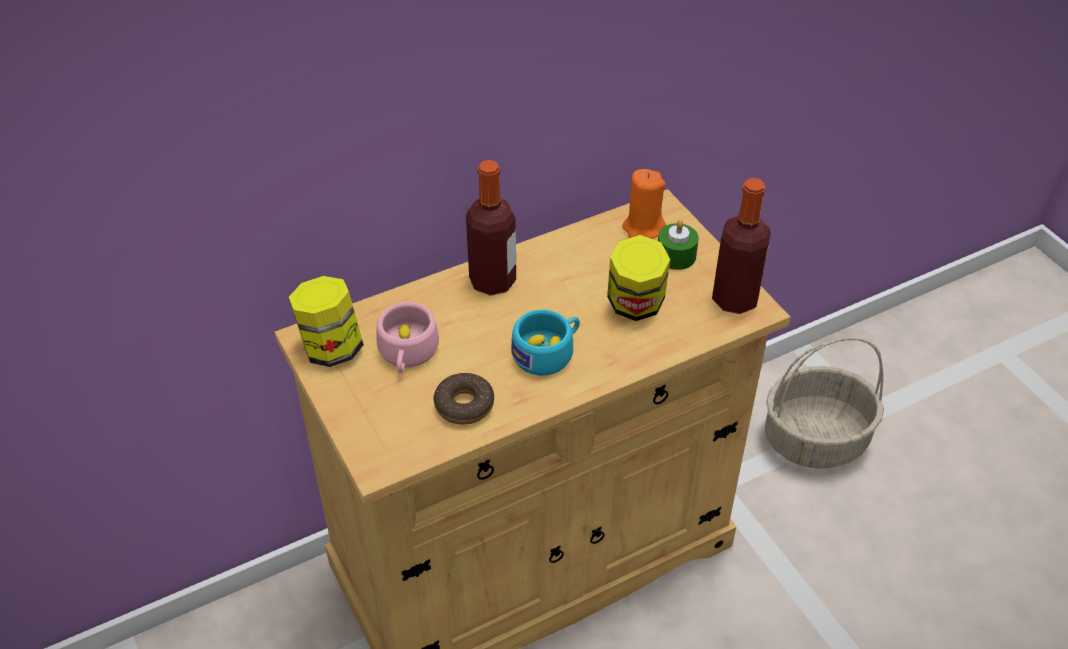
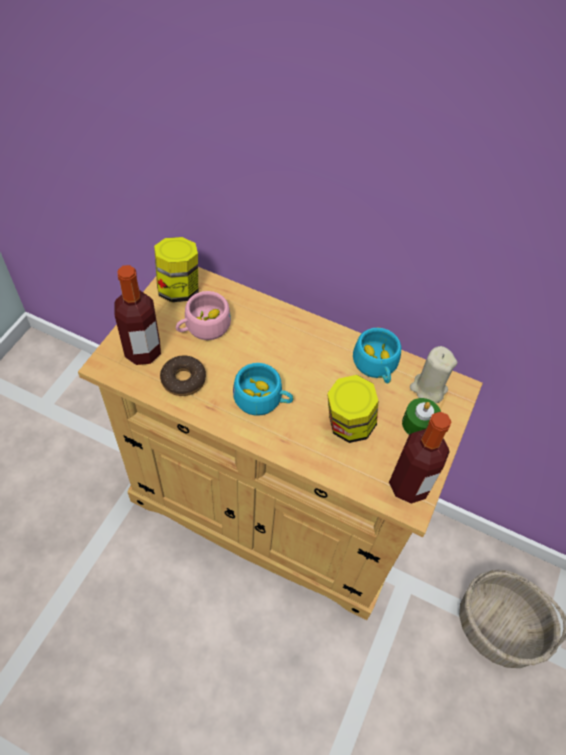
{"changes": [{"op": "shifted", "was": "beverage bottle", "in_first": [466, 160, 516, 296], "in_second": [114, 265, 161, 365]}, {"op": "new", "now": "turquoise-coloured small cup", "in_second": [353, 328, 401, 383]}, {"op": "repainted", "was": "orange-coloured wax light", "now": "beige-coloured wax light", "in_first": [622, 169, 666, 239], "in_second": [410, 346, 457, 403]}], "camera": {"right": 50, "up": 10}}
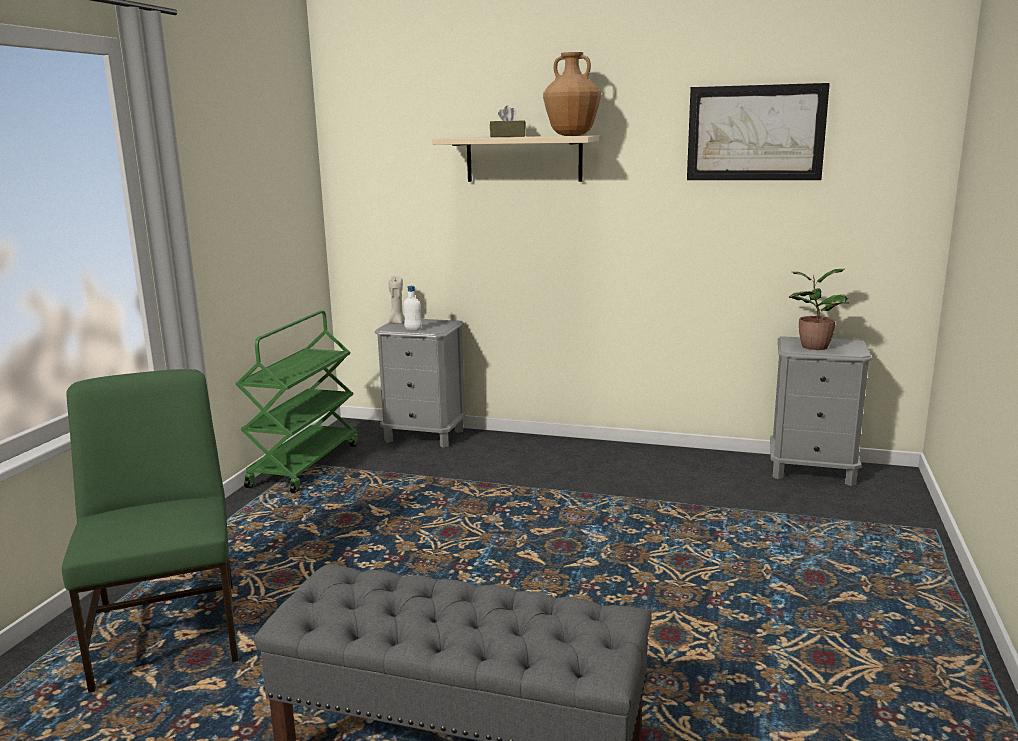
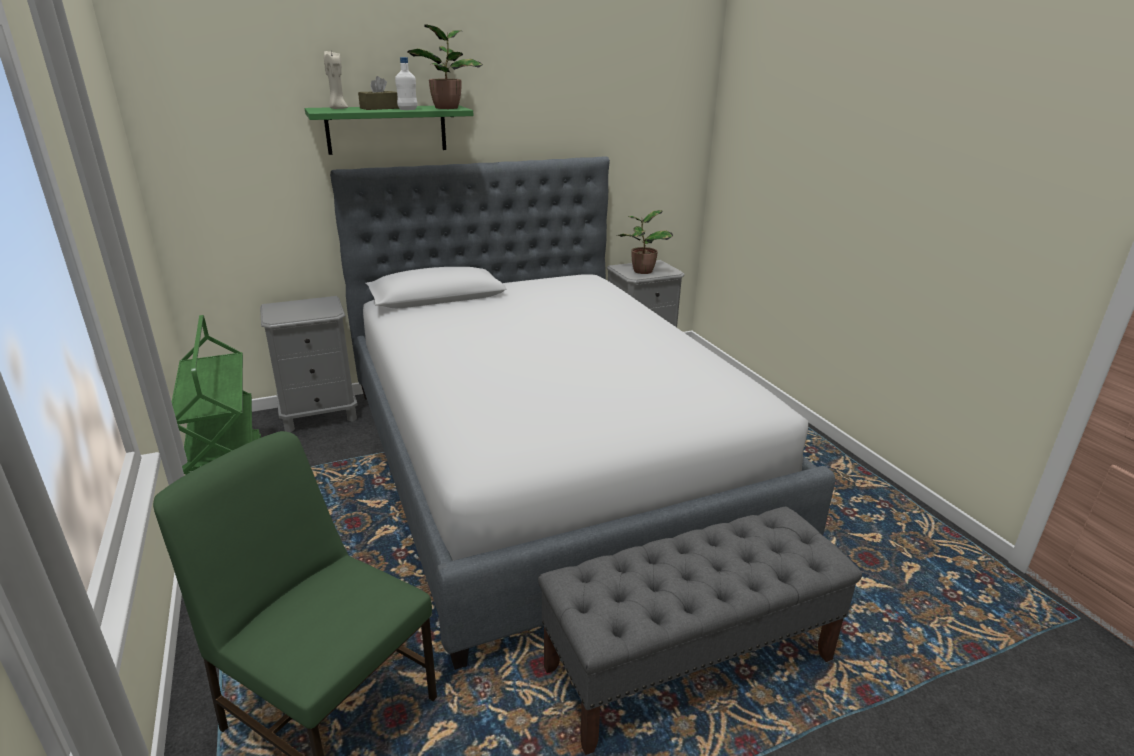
{"changes": [{"op": "repainted", "was": "beige-coloured bracket shelf", "now": "green-coloured bracket shelf", "in_first": [432, 135, 599, 182], "in_second": [305, 105, 473, 155]}, {"op": "shifted", "was": "beige-coloured wax light", "in_first": [389, 276, 405, 324], "in_second": [324, 51, 348, 109]}, {"op": "new", "now": "bedroom bed", "in_second": [330, 156, 835, 670]}, {"op": "shifted", "was": "white beverage bottle", "in_first": [403, 286, 422, 331], "in_second": [395, 57, 417, 110]}, {"op": "swapped", "was": "brown decorative vase", "now": "houseplant", "in_first": [543, 52, 601, 136], "in_second": [407, 24, 483, 109]}, {"op": "gone", "was": "picture", "in_first": [687, 83, 830, 180]}], "camera": {"right": -40, "up": 10}}
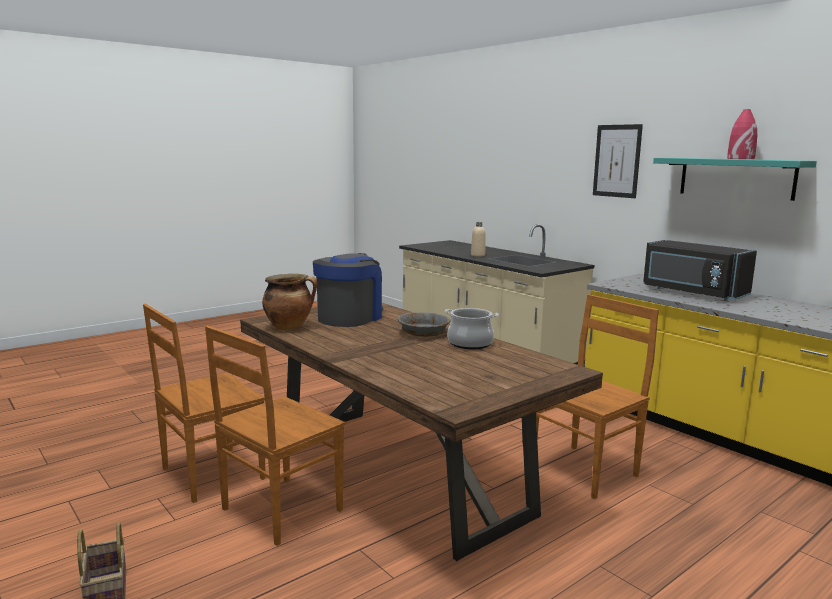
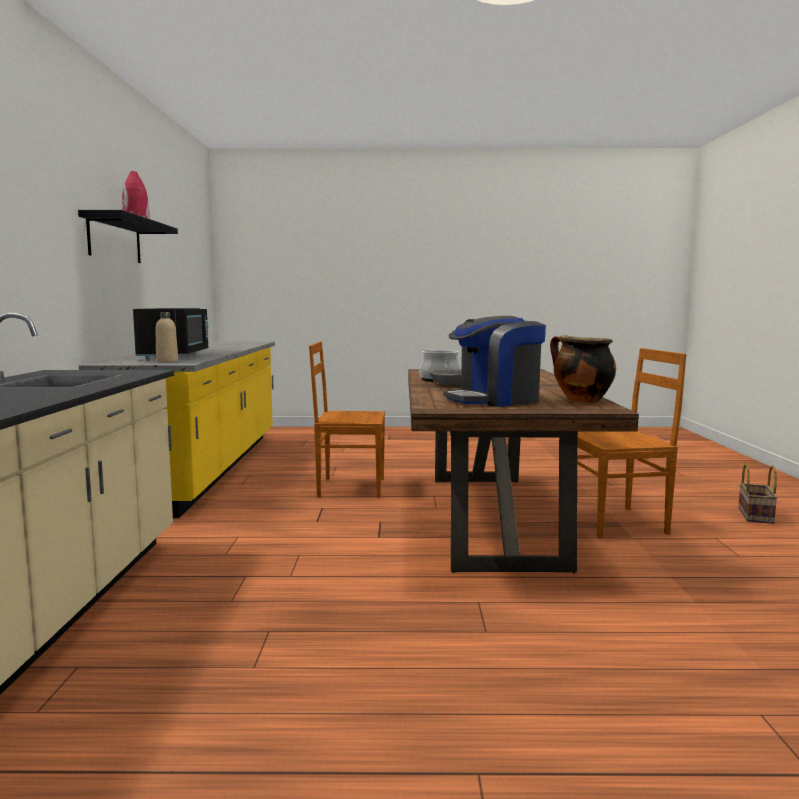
{"changes": [{"op": "repainted", "was": "turquoise-coloured bracket shelf", "now": "black bracket shelf", "in_first": [653, 158, 817, 201], "in_second": [78, 210, 178, 263]}, {"op": "shifted", "was": "beige-coloured beverage bottle", "in_first": [471, 222, 485, 257], "in_second": [156, 312, 178, 362]}, {"op": "gone", "was": "brown chair", "in_first": [143, 304, 266, 503]}, {"op": "gone", "was": "picture", "in_first": [593, 124, 643, 198]}], "camera": {"right": -140, "up": -5}}
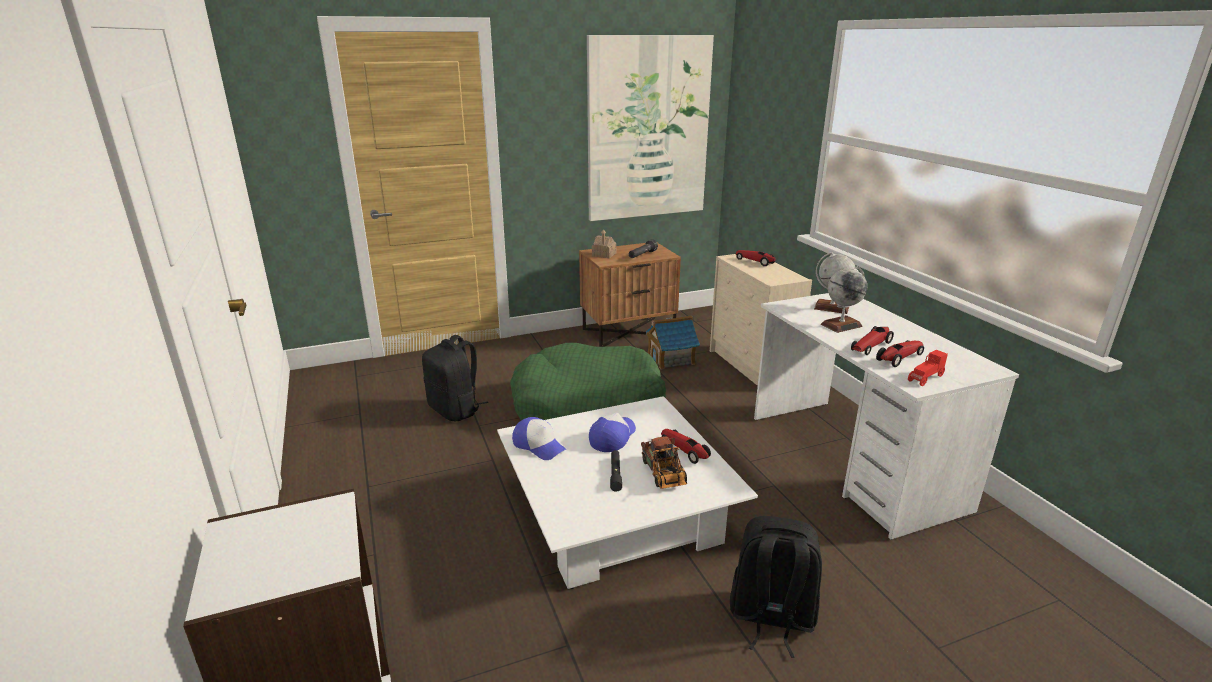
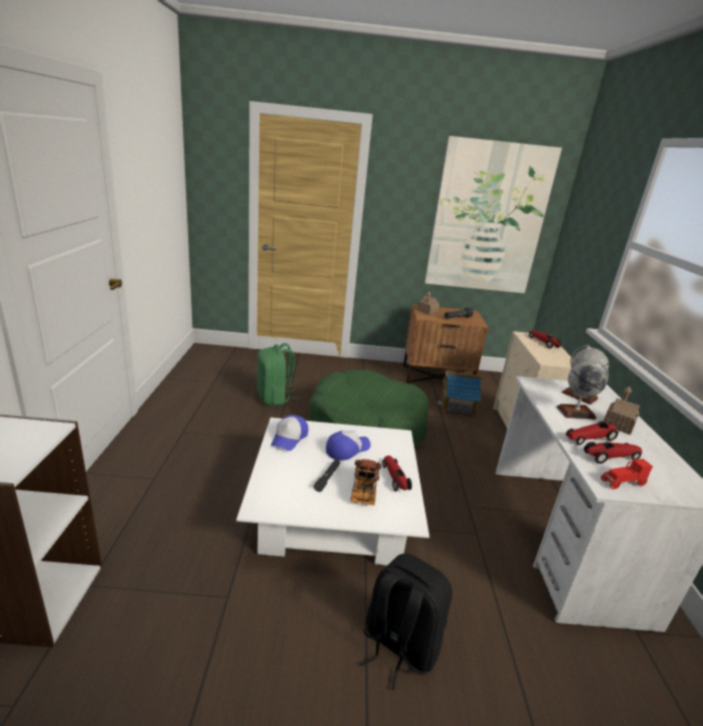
{"changes": [{"op": "repainted", "was": "black rucksack", "now": "green-coloured rucksack", "in_first": [422, 335, 488, 421], "in_second": [257, 343, 299, 406]}, {"op": "rotated", "was": "baseball cap", "in_first": [512, 417, 567, 460], "in_second": [271, 415, 308, 451], "clockwise": 45}, {"op": "new", "now": "miniature house", "in_second": [603, 386, 640, 435]}], "camera": {"right": 20, "up": 0}}
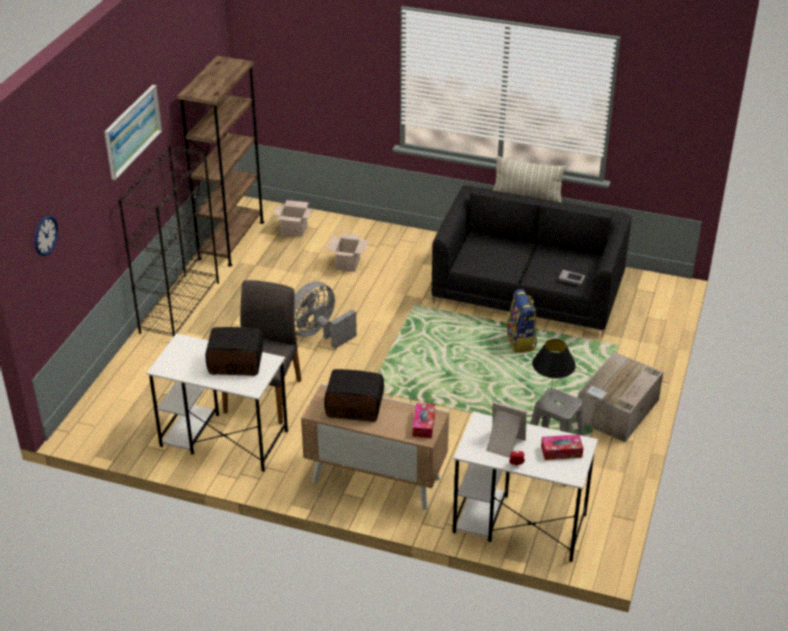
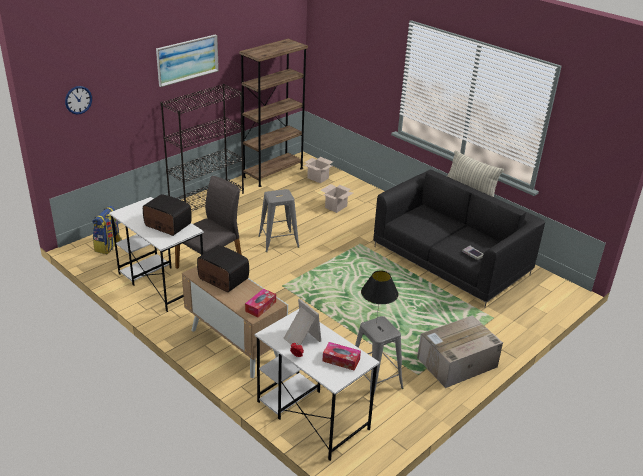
{"changes": [{"op": "shifted", "was": "rucksack", "in_first": [506, 289, 537, 353], "in_second": [92, 206, 122, 254]}, {"op": "swapped", "was": "grey cooling fan", "now": "grey stool seat", "in_first": [294, 281, 357, 349], "in_second": [258, 189, 299, 252]}], "camera": {"right": 25, "up": -5}}
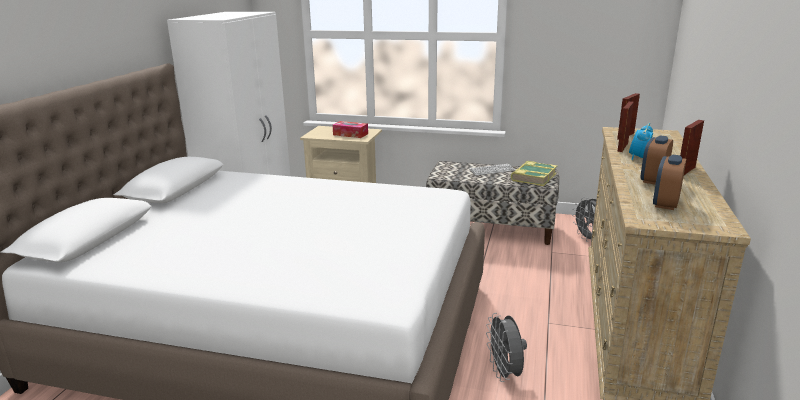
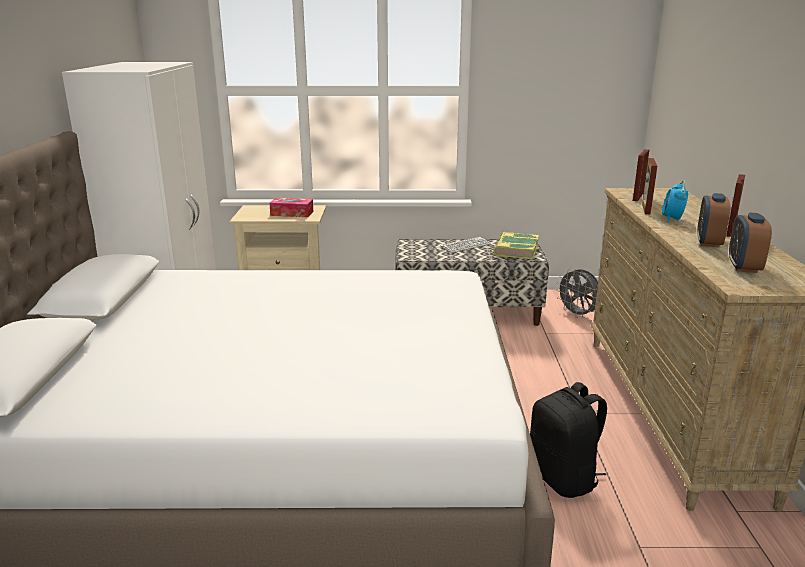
{"changes": [{"op": "swapped", "was": "grey cooling fan", "now": "black rucksack", "in_first": [486, 313, 527, 382], "in_second": [530, 382, 607, 498]}], "camera": {"right": -15, "up": 0}}
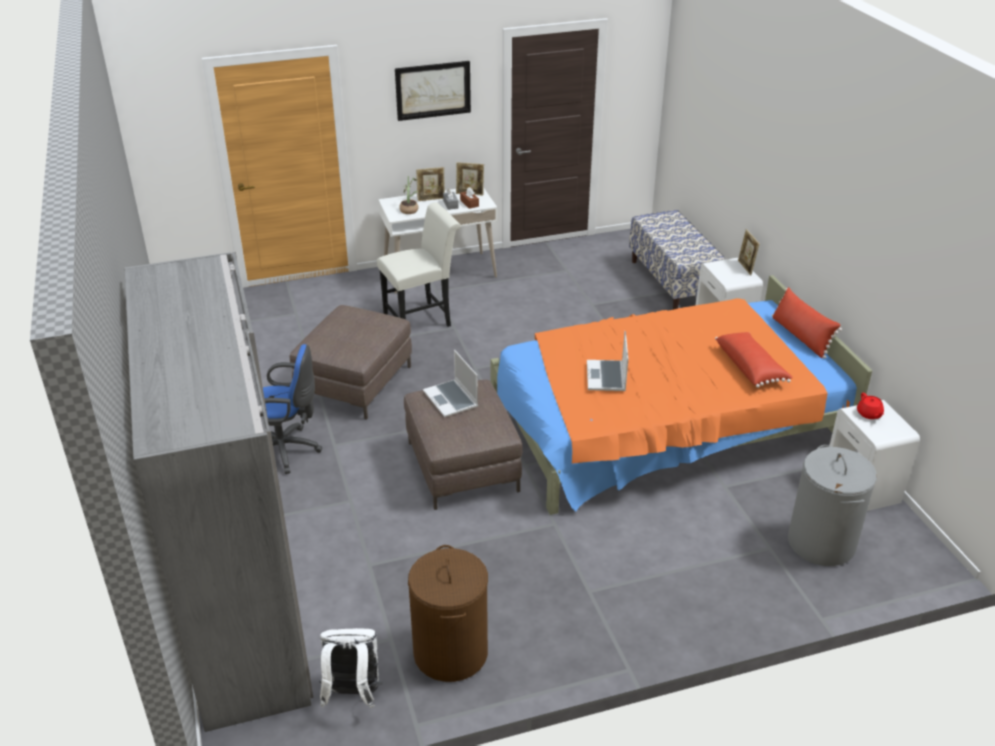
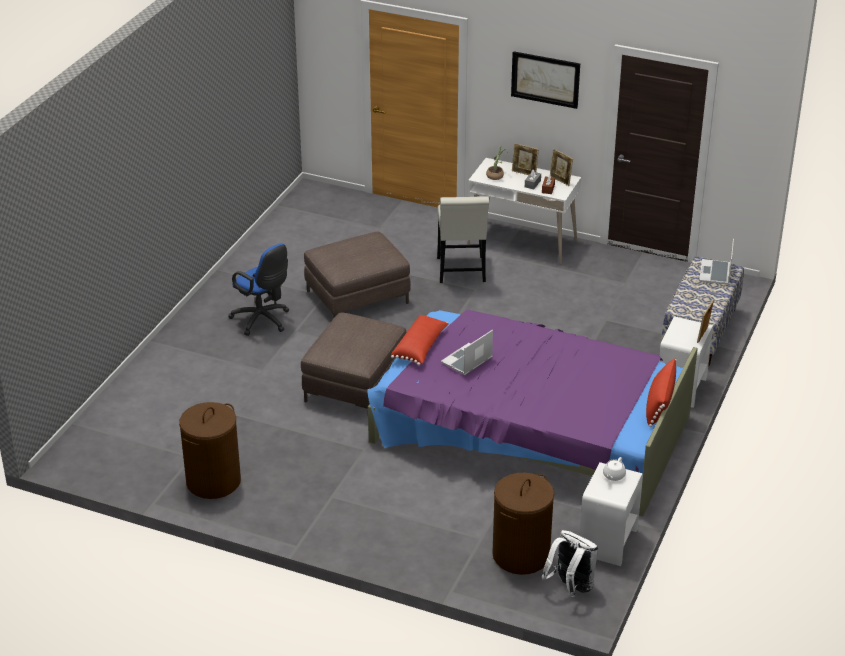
{"changes": [{"op": "repainted", "was": "orange-coloured bedroom bed", "now": "purplish bedroom bed", "in_first": [490, 275, 872, 515], "in_second": [368, 310, 698, 517]}, {"op": "shifted", "was": "red-coloured pillow", "in_first": [715, 332, 793, 388], "in_second": [391, 315, 449, 365]}, {"op": "rotated", "was": "white chair", "in_first": [377, 202, 461, 327], "in_second": [437, 196, 489, 283], "clockwise": 75}, {"op": "repainted", "was": "grey hamper", "now": "brown hamper", "in_first": [788, 445, 877, 566], "in_second": [492, 473, 554, 575]}, {"op": "shifted", "was": "white rucksack", "in_first": [319, 628, 382, 708], "in_second": [542, 530, 598, 597]}, {"op": "repainted", "was": "red-coloured pot for tea", "now": "white pot for tea", "in_first": [857, 393, 884, 419], "in_second": [603, 457, 626, 481]}, {"op": "shifted", "was": "notebook computer", "in_first": [423, 350, 478, 417], "in_second": [699, 238, 734, 285]}, {"op": "gone", "was": "grey wardrobe", "in_first": [124, 252, 313, 732]}], "camera": {"right": 40, "up": 0}}
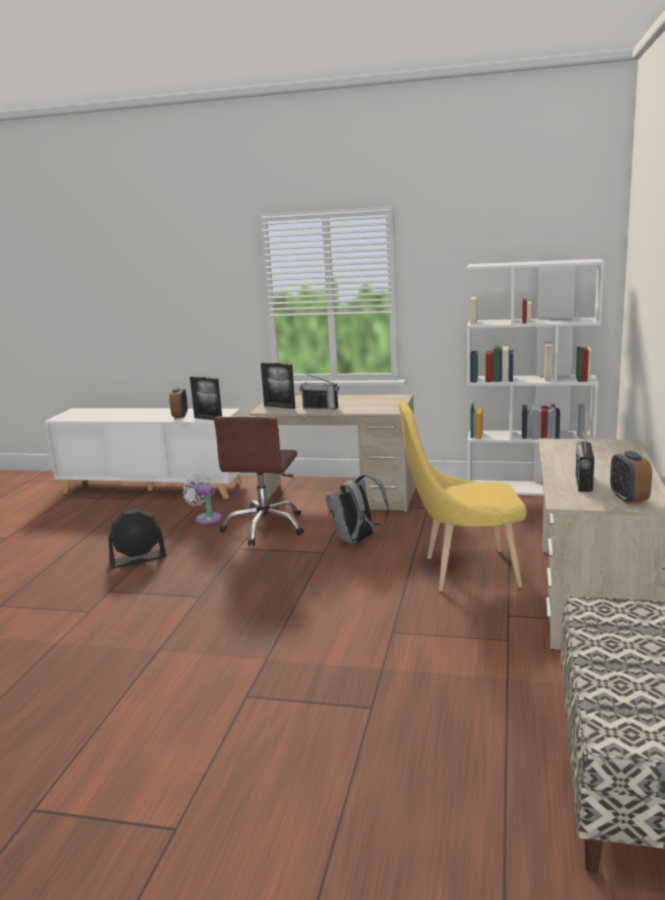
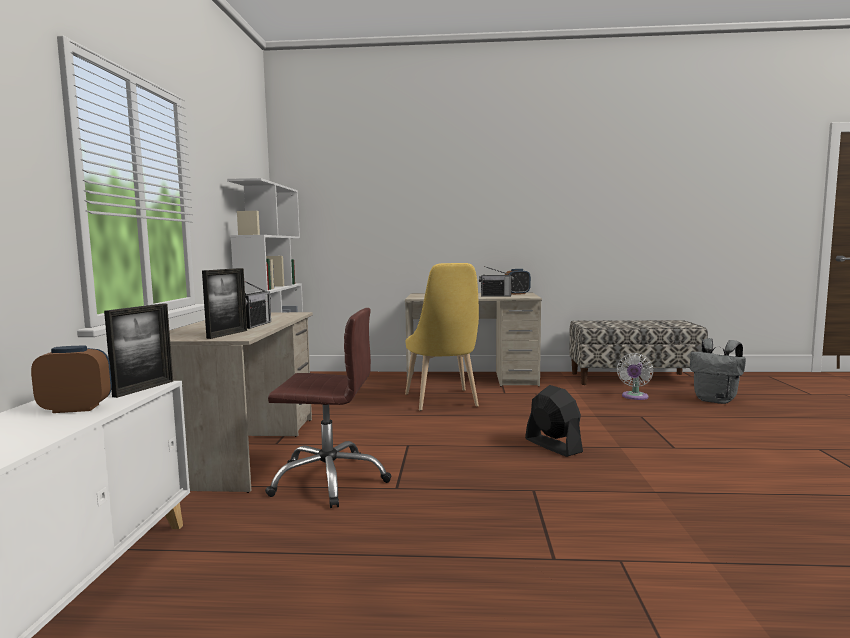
{"changes": [{"op": "shifted", "was": "black cooling fan", "in_first": [108, 509, 167, 568], "in_second": [525, 385, 583, 457]}, {"op": "shifted", "was": "white cooling fan", "in_first": [183, 471, 222, 524], "in_second": [617, 353, 653, 400]}, {"op": "shifted", "was": "grey rucksack", "in_first": [326, 474, 389, 545], "in_second": [690, 338, 746, 404]}], "camera": {"right": -100, "up": -10}}
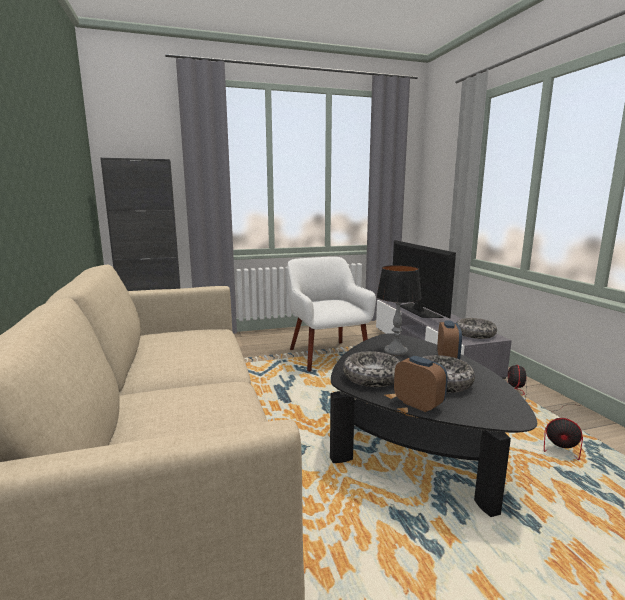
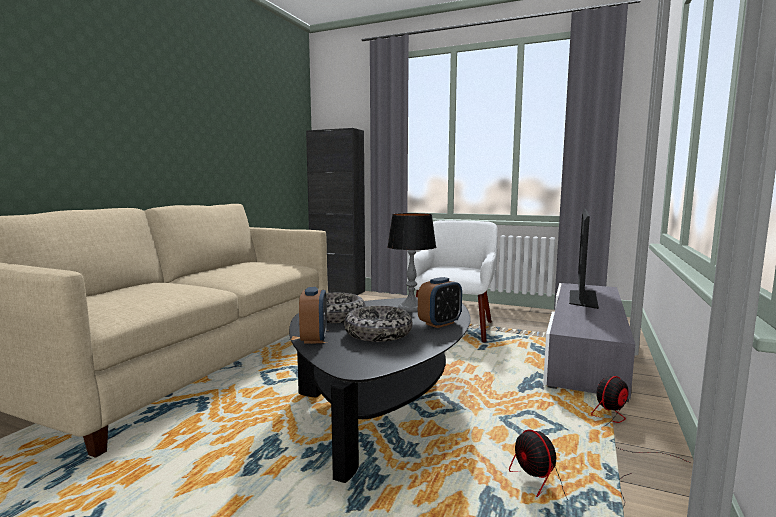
{"changes": [{"op": "gone", "was": "bowl", "in_first": [456, 318, 497, 339]}], "camera": {"right": 40, "up": -5}}
